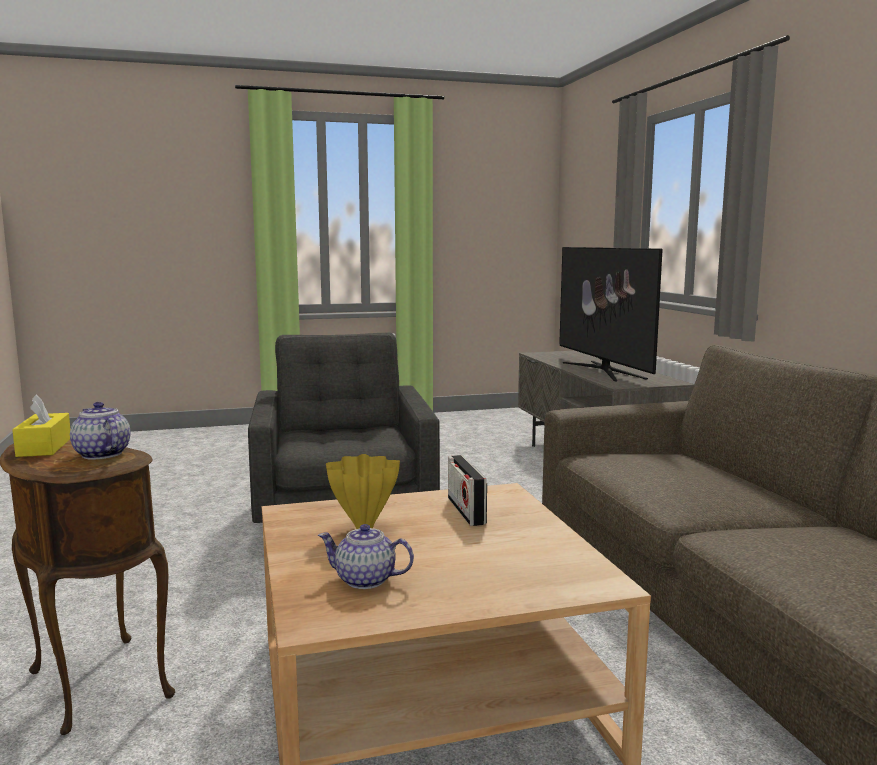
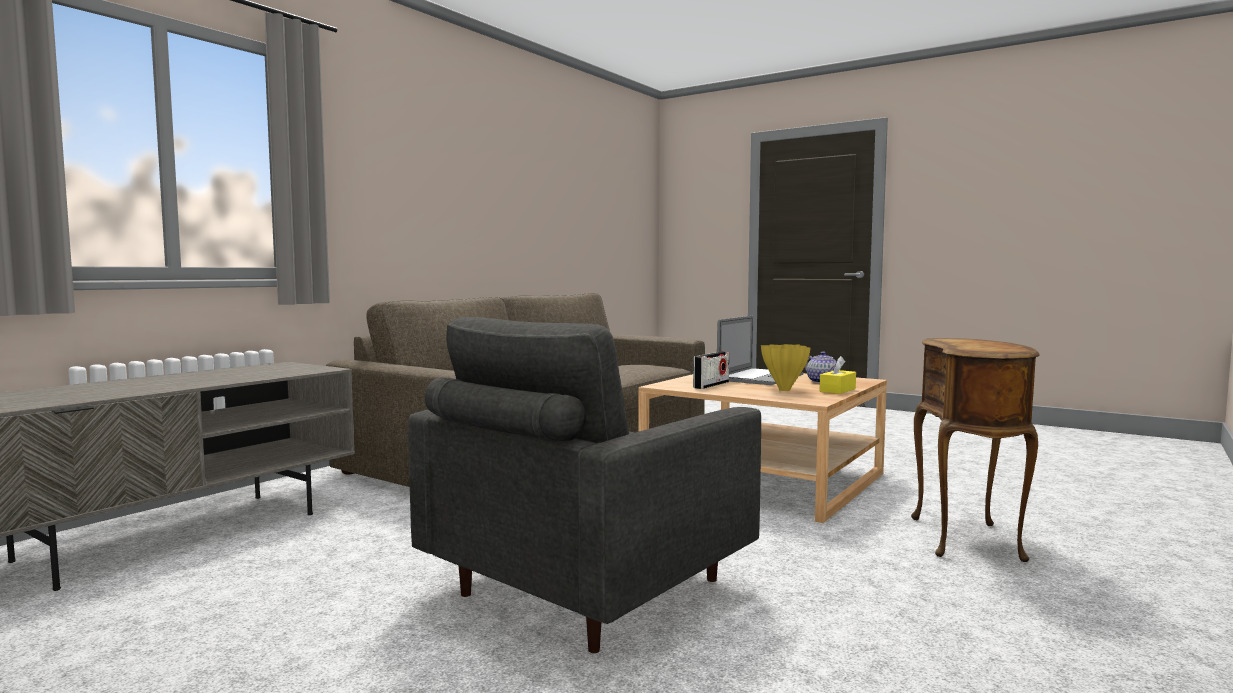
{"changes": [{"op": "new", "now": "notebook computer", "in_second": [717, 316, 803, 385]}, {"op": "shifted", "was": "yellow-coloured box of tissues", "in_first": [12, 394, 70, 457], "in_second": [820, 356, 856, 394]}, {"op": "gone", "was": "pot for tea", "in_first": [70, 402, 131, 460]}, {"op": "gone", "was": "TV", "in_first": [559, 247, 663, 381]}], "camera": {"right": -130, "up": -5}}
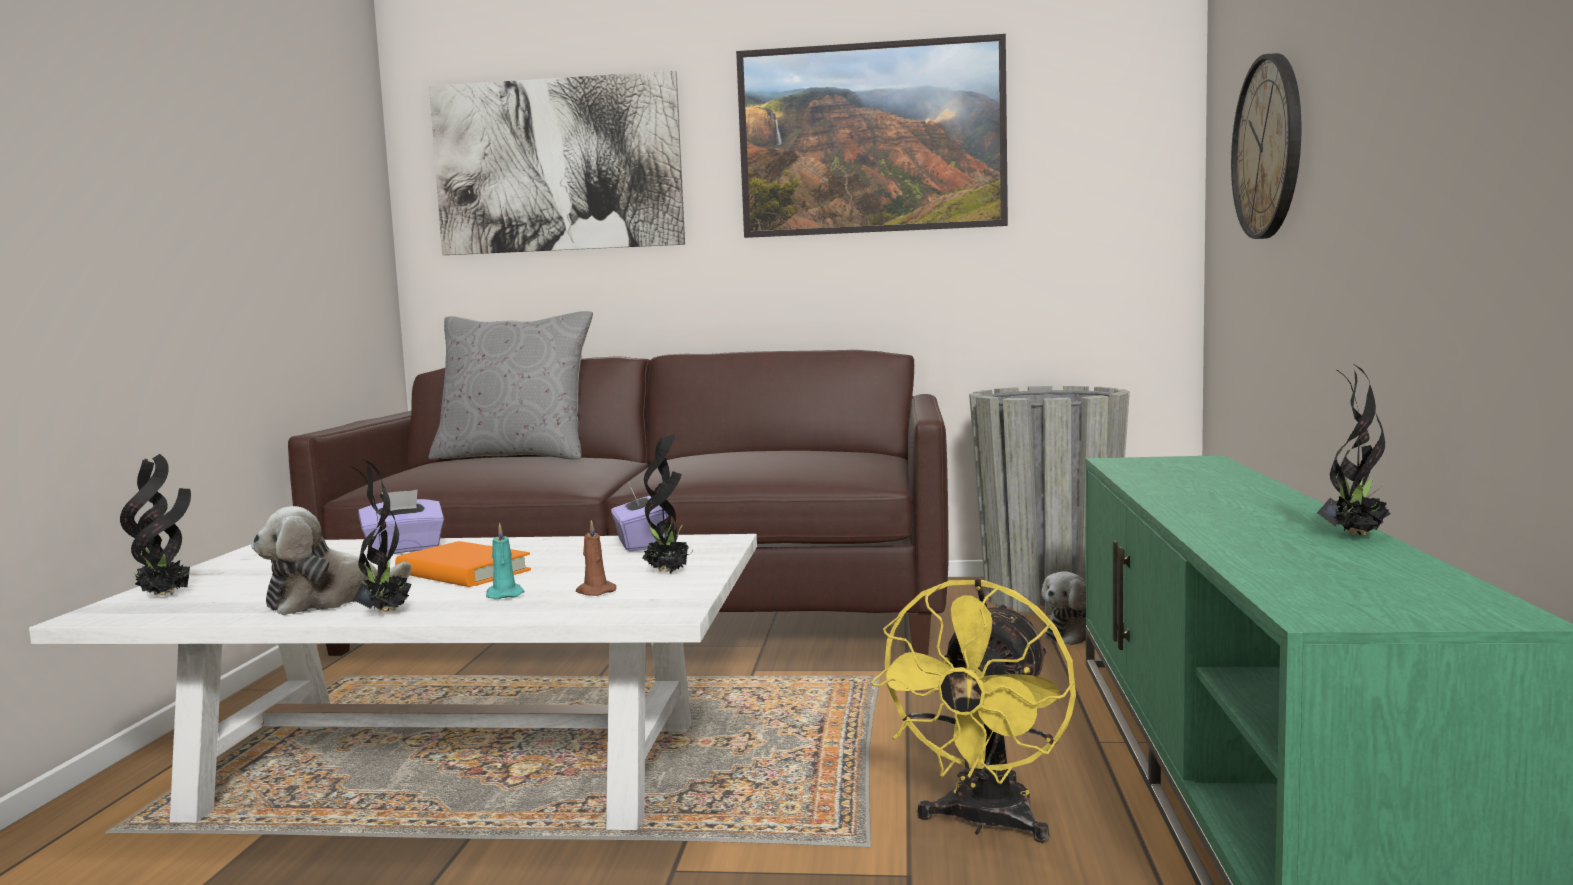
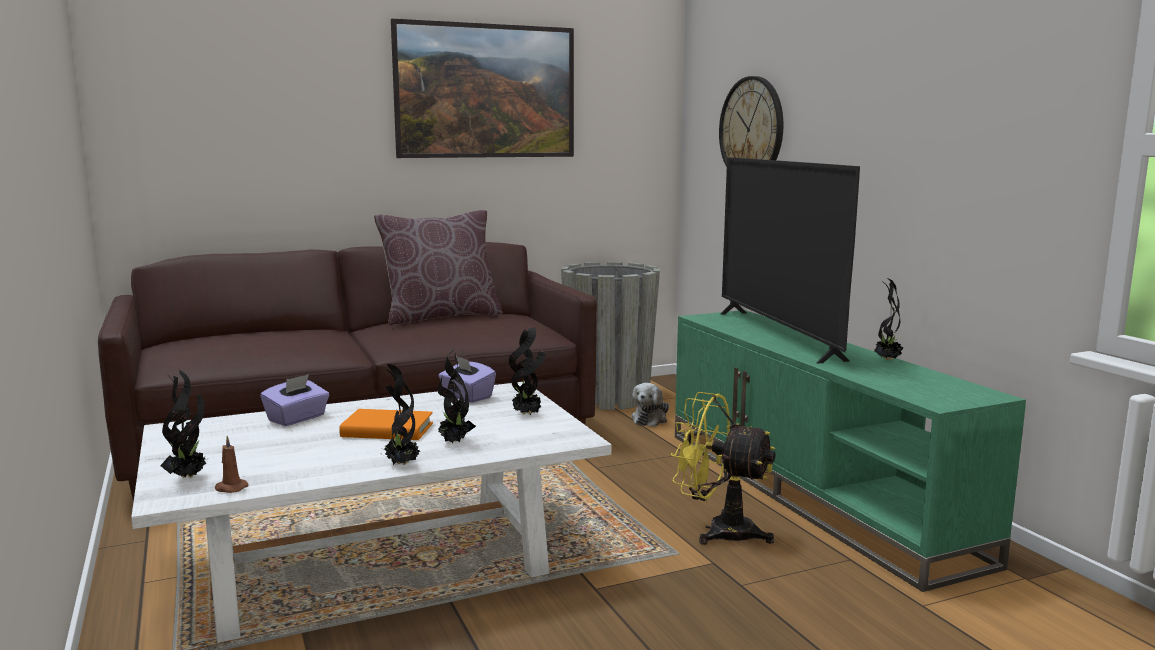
{"changes": [{"op": "shifted", "was": "brown wax light", "in_first": [576, 520, 616, 596], "in_second": [215, 436, 248, 493]}, {"op": "new", "now": "brown pillow", "in_second": [374, 210, 503, 325]}, {"op": "swapped", "was": "turquoise-coloured wax light", "now": "houseplant", "in_first": [486, 523, 525, 599], "in_second": [438, 350, 476, 443]}, {"op": "rotated", "was": "yellow-coloured cooling fan", "in_first": [871, 578, 1076, 843], "in_second": [670, 392, 776, 545], "clockwise": 120}, {"op": "new", "now": "TV", "in_second": [720, 157, 860, 364]}, {"op": "gone", "was": "cuddly toy", "in_first": [251, 506, 412, 615]}, {"op": "gone", "was": "grey pillow", "in_first": [428, 311, 593, 459]}, {"op": "gone", "was": "picture", "in_first": [429, 71, 685, 255]}], "camera": {"right": -30, "up": 5}}
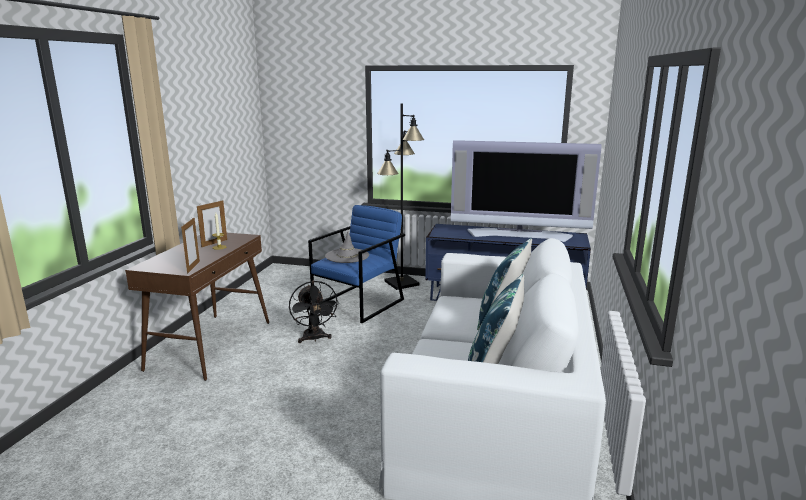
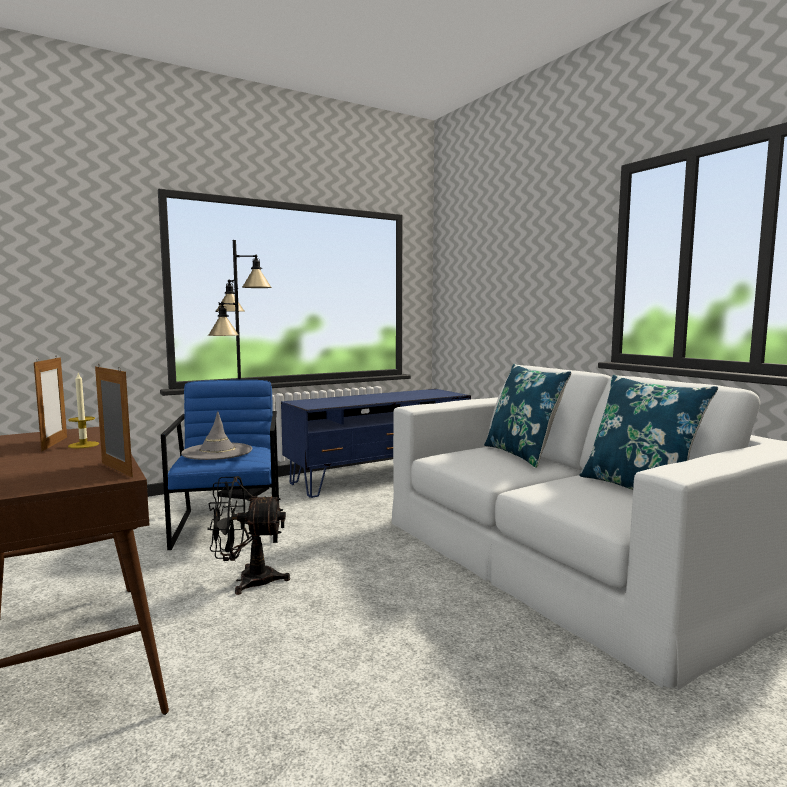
{"changes": [{"op": "rotated", "was": "black cooling fan", "in_first": [289, 281, 339, 343], "in_second": [207, 476, 290, 595], "clockwise": 150}, {"op": "gone", "was": "TV", "in_first": [451, 140, 602, 242]}], "camera": {"right": -45, "up": -10}}
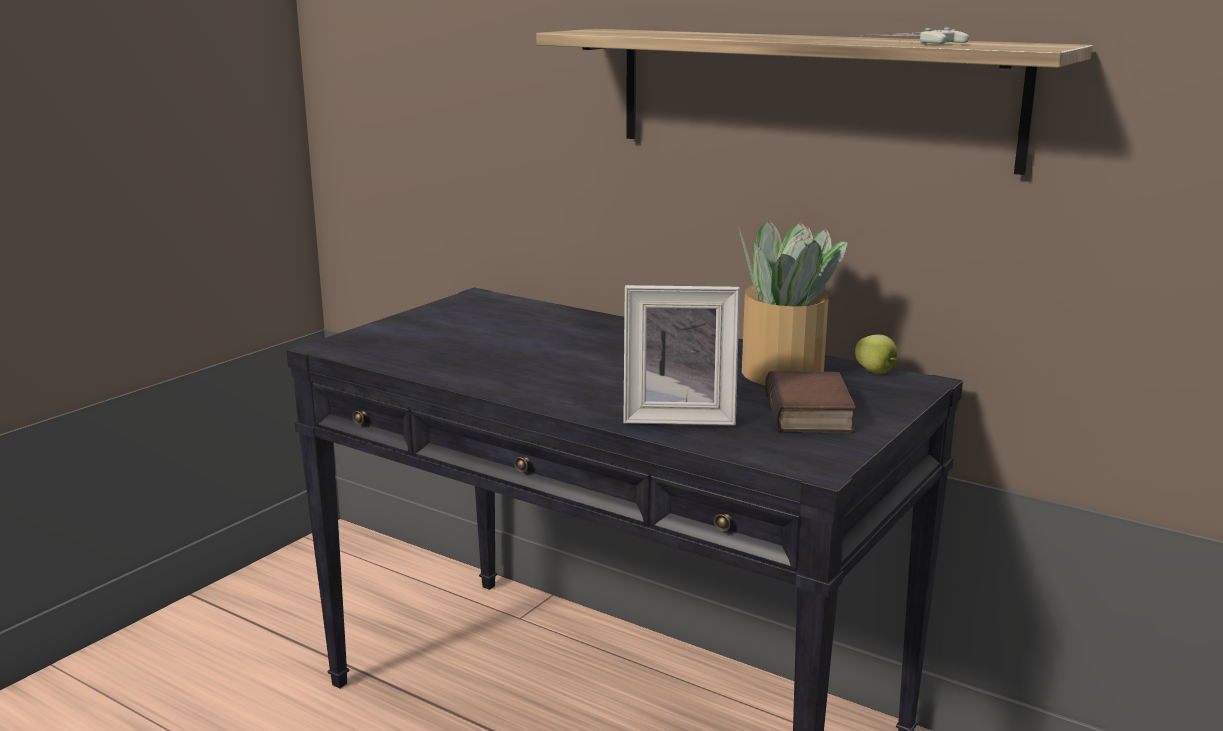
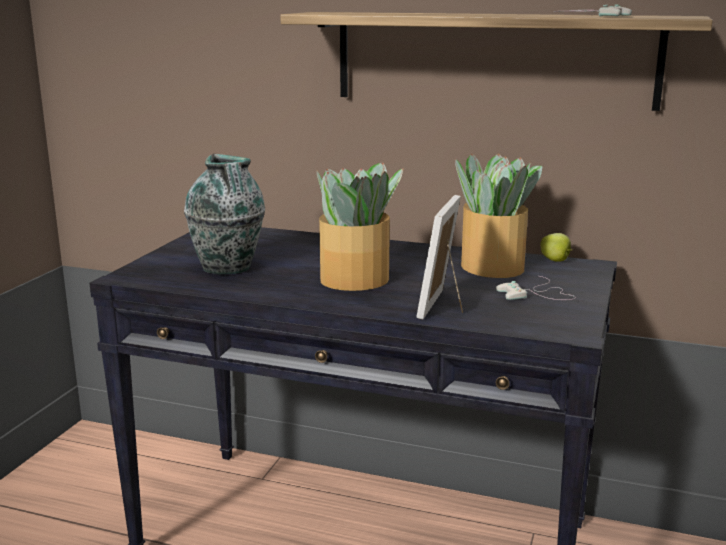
{"changes": [{"op": "new", "now": "decorative vase", "in_second": [184, 154, 265, 274]}, {"op": "new", "now": "houseplant", "in_second": [317, 162, 403, 291]}, {"op": "rotated", "was": "picture frame", "in_first": [623, 285, 740, 426], "in_second": [416, 195, 463, 320], "clockwise": 120}, {"op": "swapped", "was": "bound book", "now": "white joypad", "in_first": [765, 371, 856, 433], "in_second": [496, 276, 576, 300]}], "camera": {"right": -15, "up": 0}}
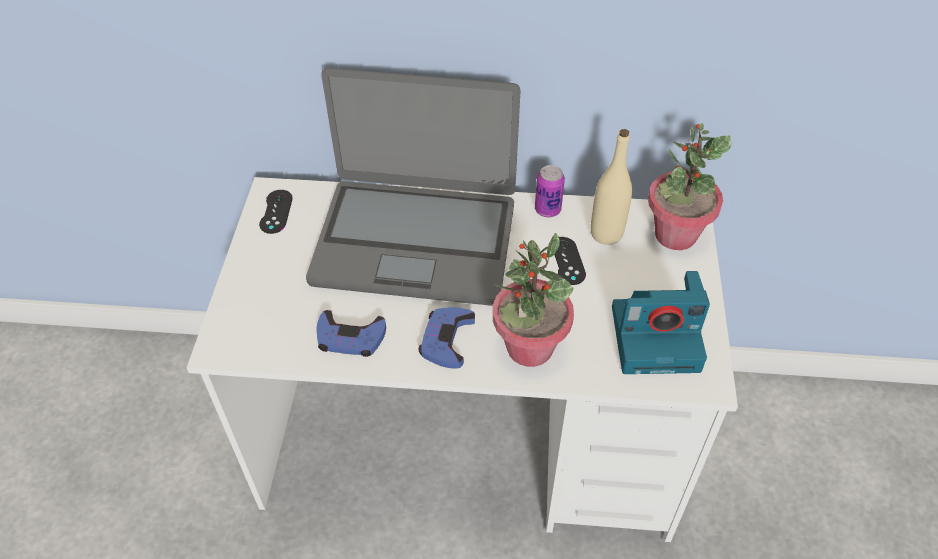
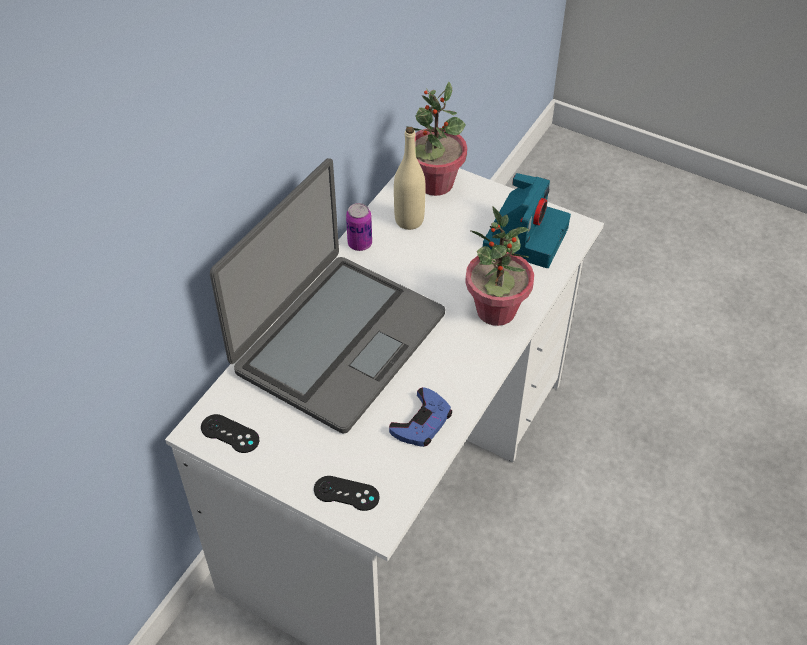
{"changes": [{"op": "shifted", "was": "black joypad", "in_first": [554, 237, 586, 285], "in_second": [314, 476, 379, 511]}, {"op": "gone", "was": "blue joypad", "in_first": [419, 307, 475, 369]}], "camera": {"right": -65, "up": 0}}
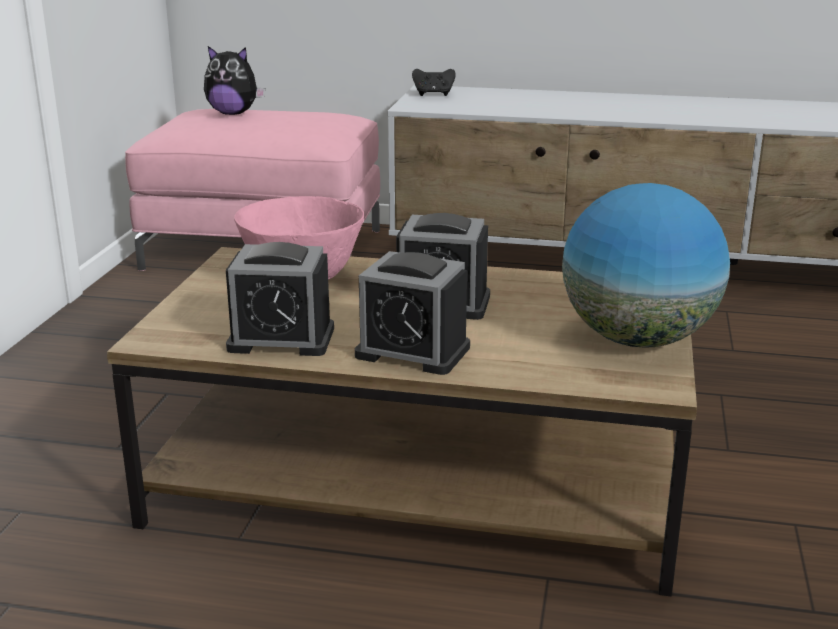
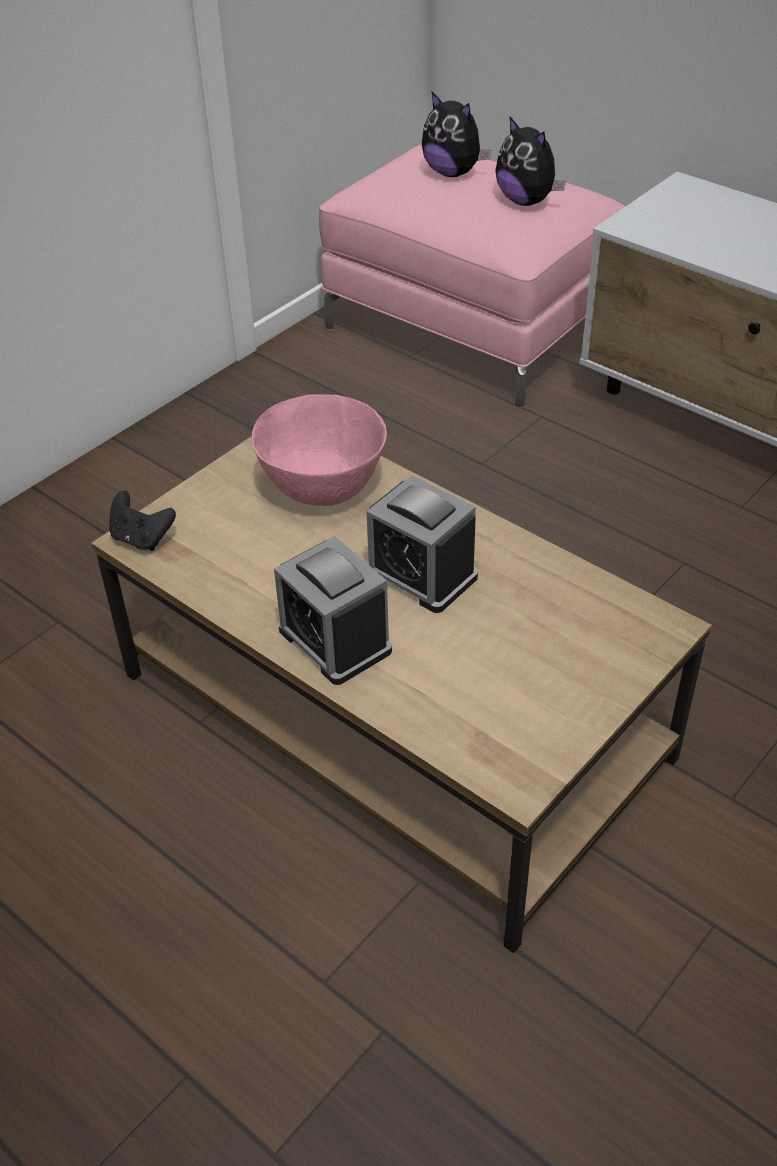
{"changes": [{"op": "shifted", "was": "black joypad", "in_first": [412, 69, 456, 96], "in_second": [109, 491, 176, 551]}, {"op": "new", "now": "cuddly toy", "in_second": [495, 116, 566, 206]}, {"op": "gone", "was": "bedside clock", "in_first": [226, 242, 334, 356]}, {"op": "gone", "was": "desk globe", "in_first": [562, 183, 730, 348]}], "camera": {"right": 30, "up": 20}}
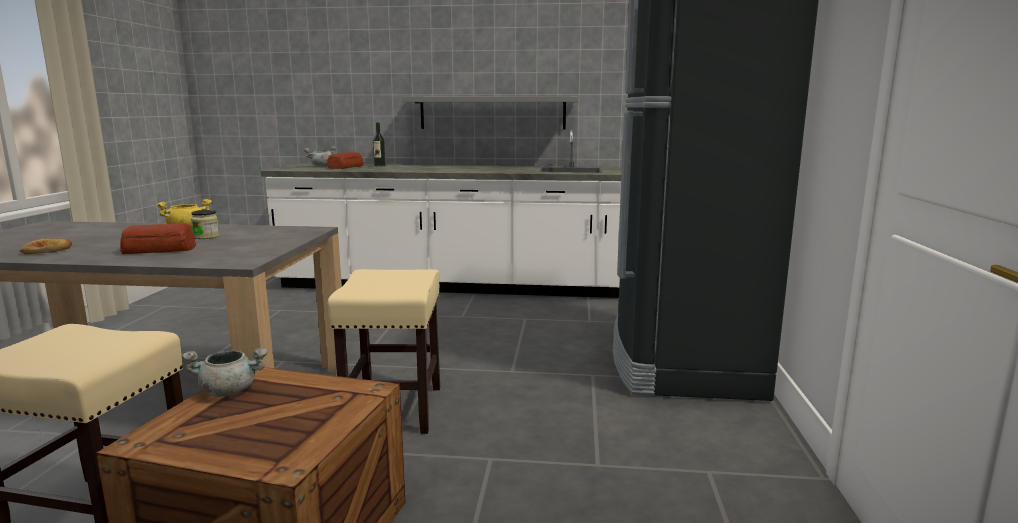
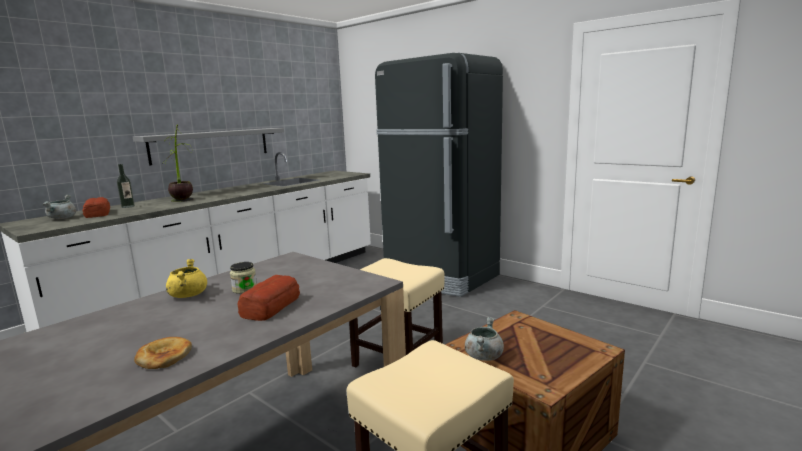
{"changes": [{"op": "new", "now": "houseplant", "in_second": [165, 124, 194, 202]}], "camera": {"right": -55, "up": 0}}
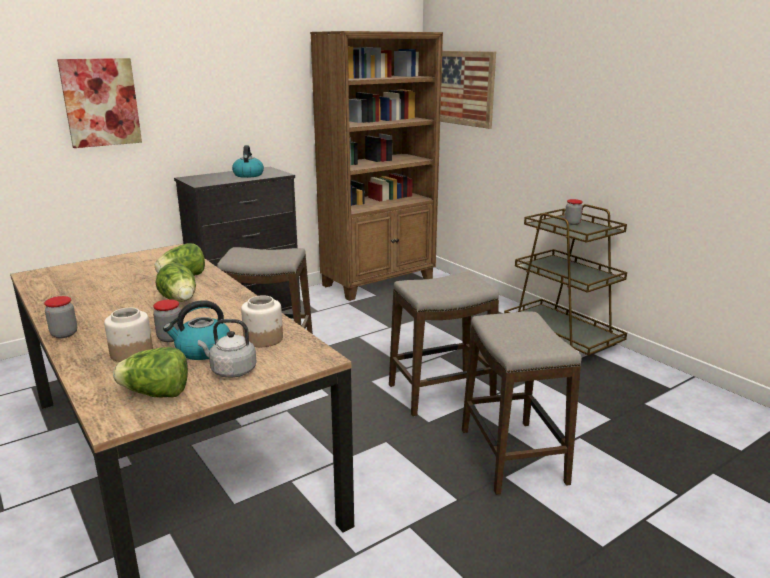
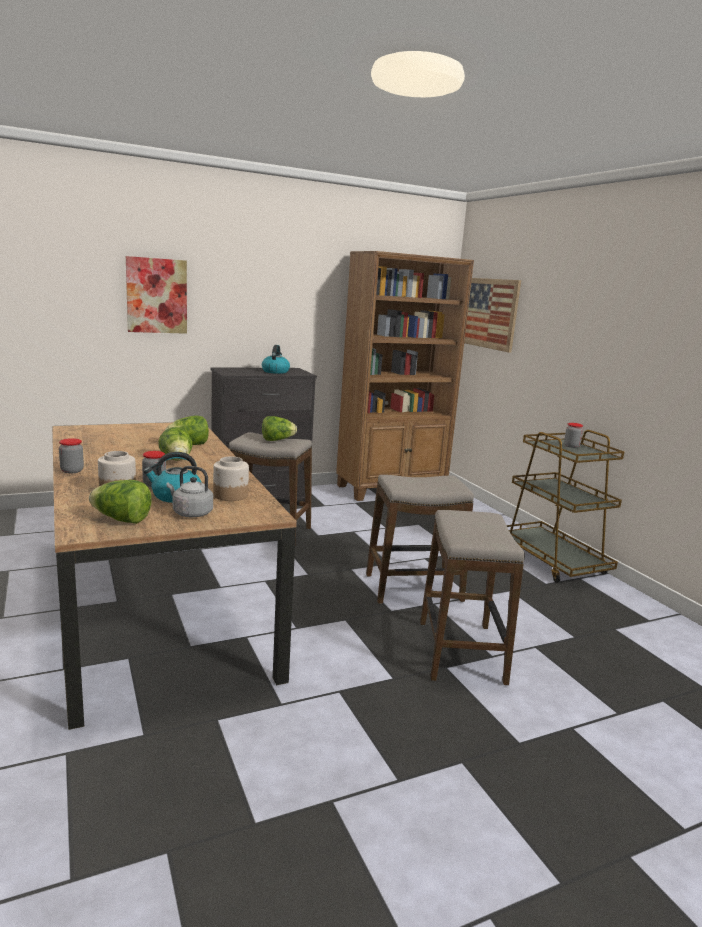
{"changes": [{"op": "new", "now": "head of lettuce", "in_second": [262, 416, 297, 441]}], "camera": {"right": 10, "up": -5}}
